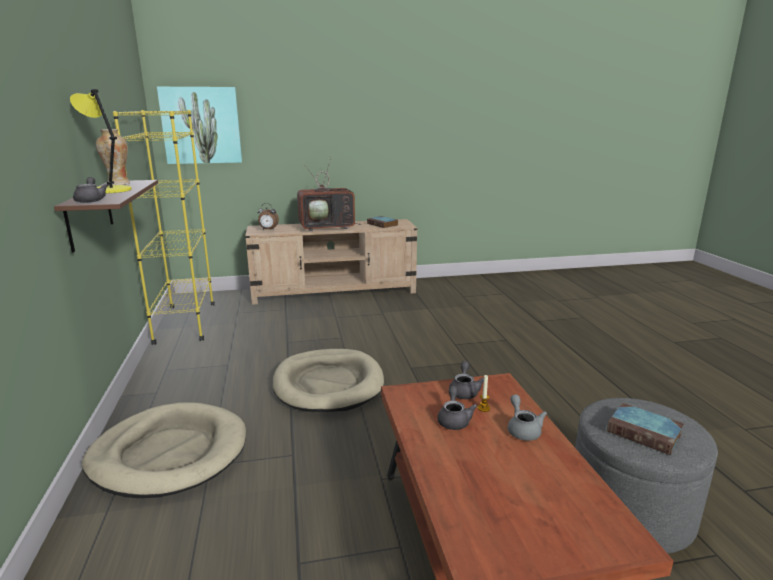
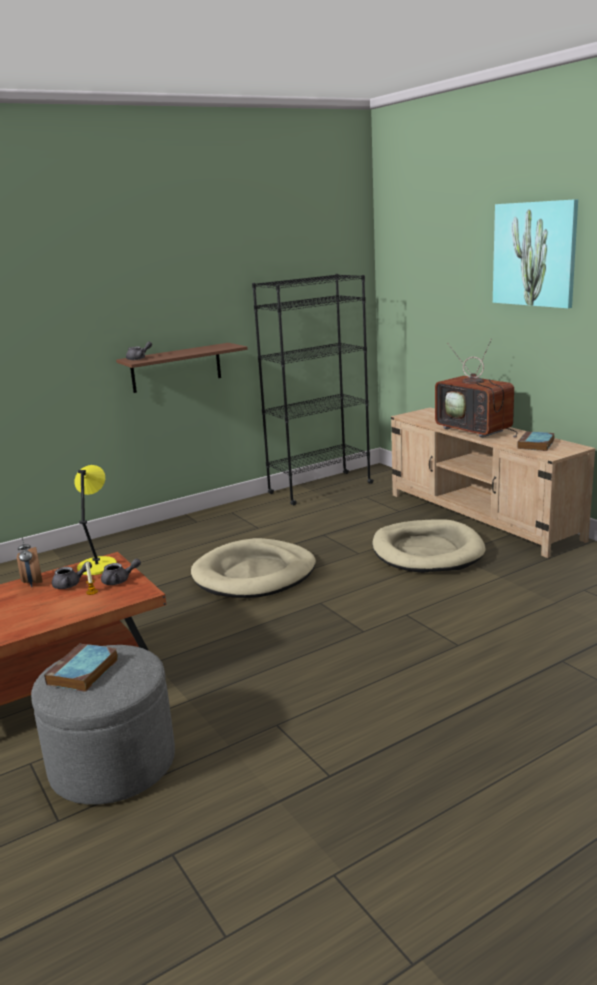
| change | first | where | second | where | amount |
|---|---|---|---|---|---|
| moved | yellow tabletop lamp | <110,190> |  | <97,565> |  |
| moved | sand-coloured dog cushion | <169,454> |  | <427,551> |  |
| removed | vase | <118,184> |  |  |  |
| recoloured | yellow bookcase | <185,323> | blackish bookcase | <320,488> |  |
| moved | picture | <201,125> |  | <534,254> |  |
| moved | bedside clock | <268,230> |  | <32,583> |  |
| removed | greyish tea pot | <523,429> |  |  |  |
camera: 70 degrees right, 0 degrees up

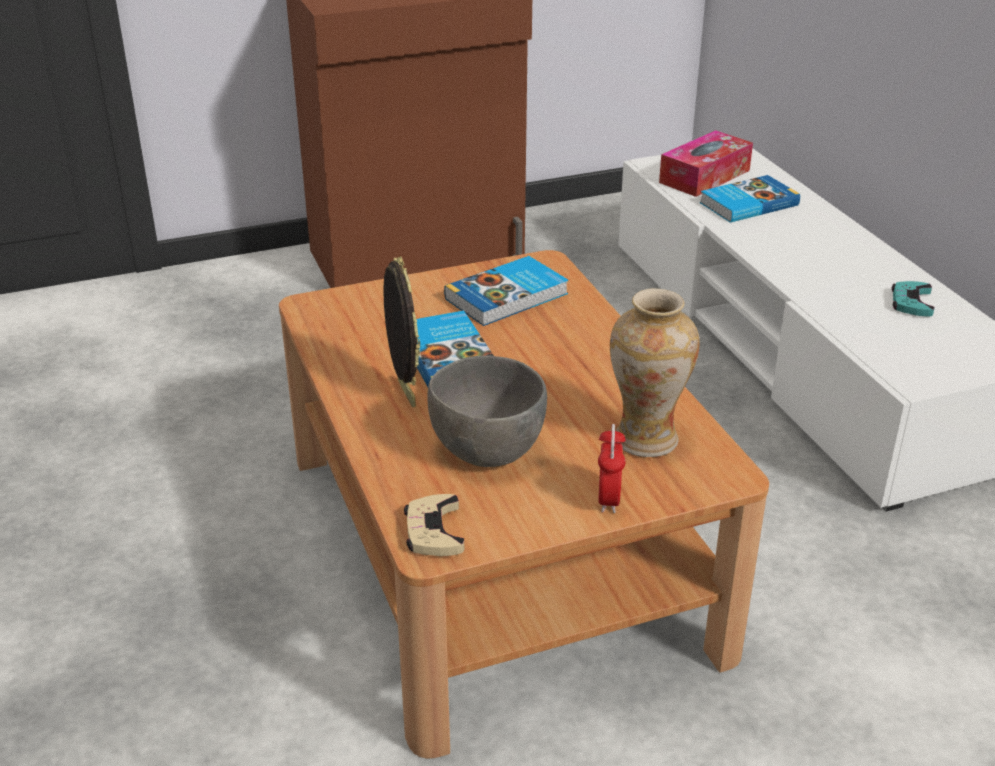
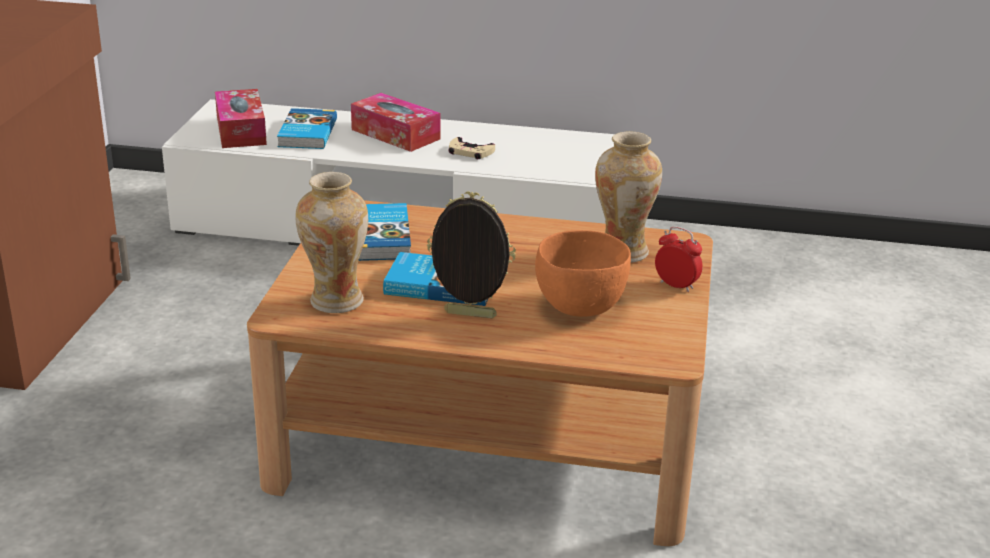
| change | first | where | second | where | amount |
|---|---|---|---|---|---|
| moved | sand-coloured gamepad | <433,531> |  | <470,152> |  |
| recoloured | greyish bowl | <486,450> | orange bowl | <579,308> |  |
| removed | turquoise-coloured gamepad | <911,303> |  |  |  |
| added |  |  | vase | <336,301> |  |
| added |  |  | tissue holder | <395,134> |  |
camera: 60 degrees left, 5 degrees down

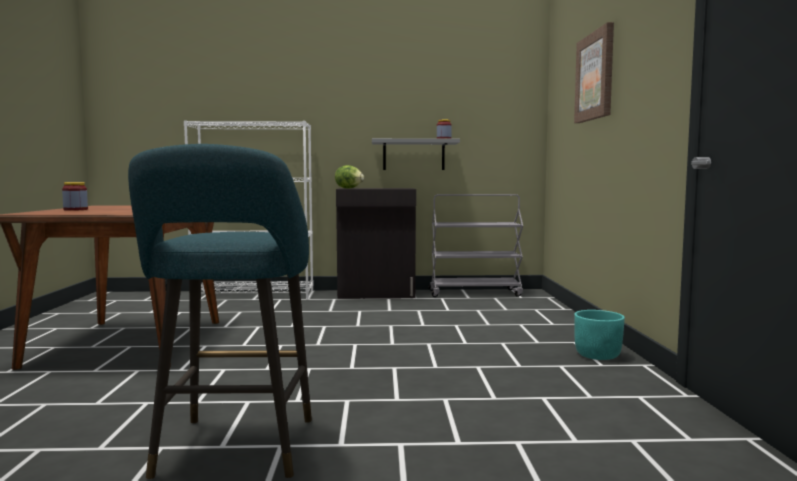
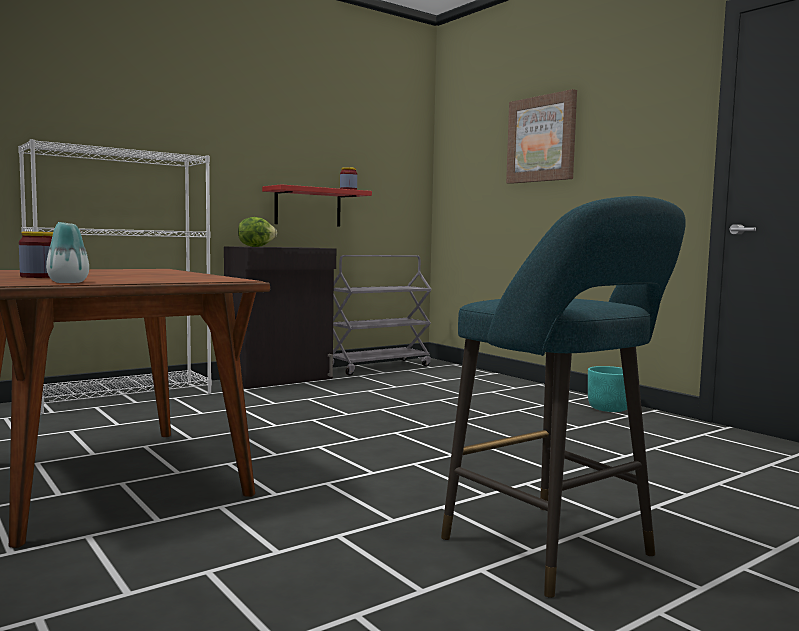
| change | first | where | second | where | amount |
|---|---|---|---|---|---|
| recoloured | greyish shelf | <413,155> | red-coloured shelf | <308,207> |  |
| added |  |  | vase | <68,282> |  |
camera: 35 degrees left, 0 degrees up

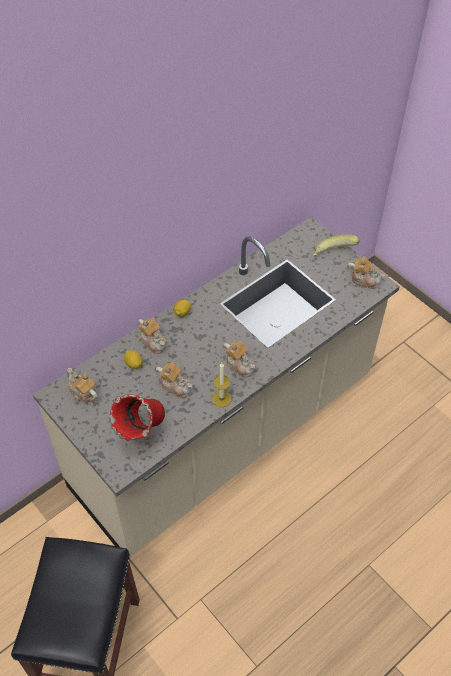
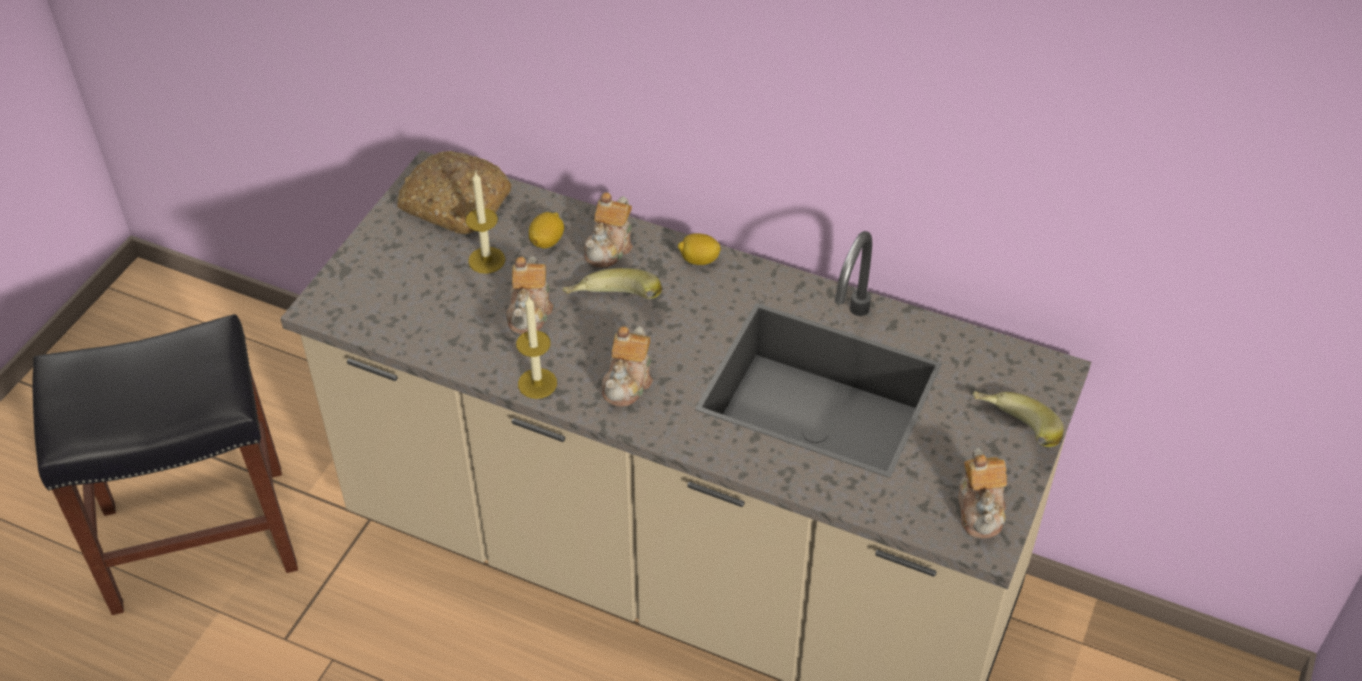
| change | first | where | second | where | amount |
|---|---|---|---|---|---|
| replaced | tea pot | <83,392> | bread | <454,204> |  |
| removed | red-coloured vase | <142,435> |  |  |  |
| added |  |  | wax light | <486,260> |  |
| added |  |  | banana | <613,307> |  |
camera: 65 degrees right, 5 degrees down

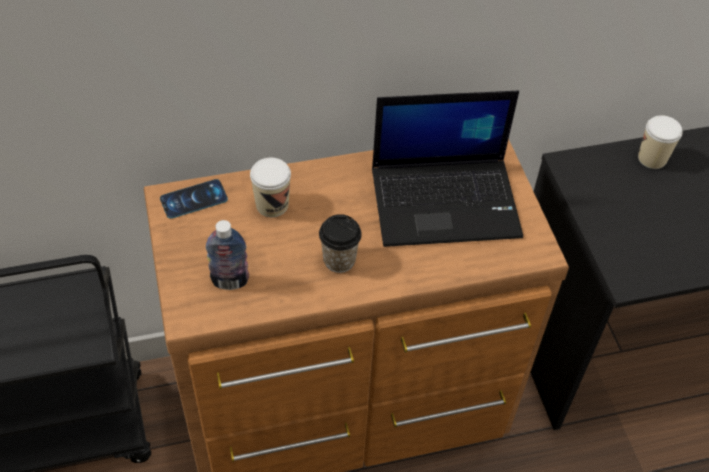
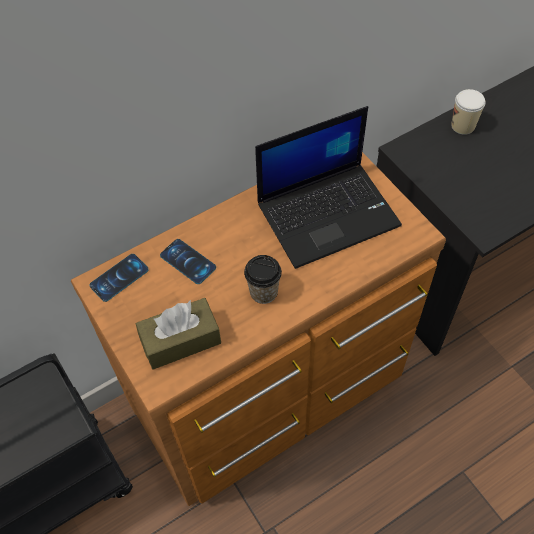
| change | first | where | second | where | amount |
|---|---|---|---|---|---|
| replaced | beverage bottle | <230,281> | brown tissue holder | <181,340> |  |
| replaced | small cup | <272,205> | handset | <188,261> |  |
camera: 15 degrees left, 5 degrees up

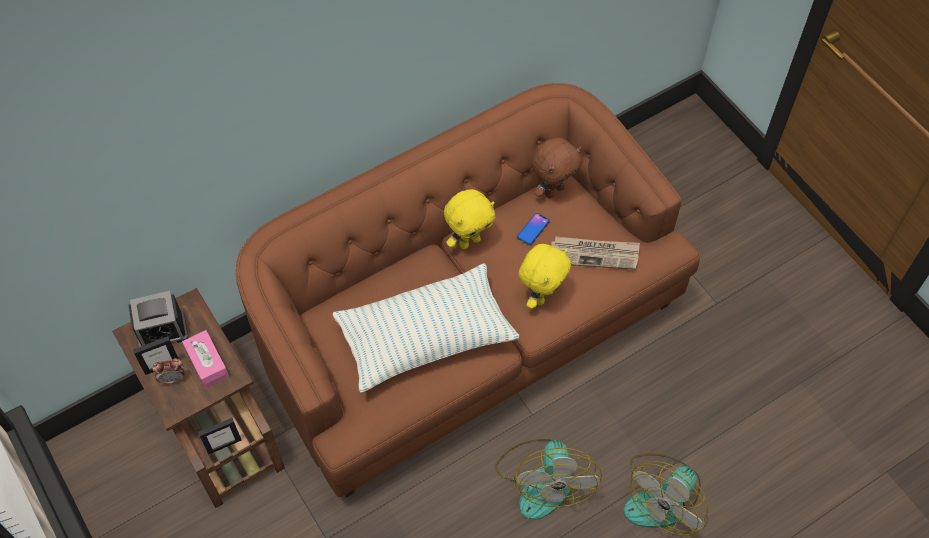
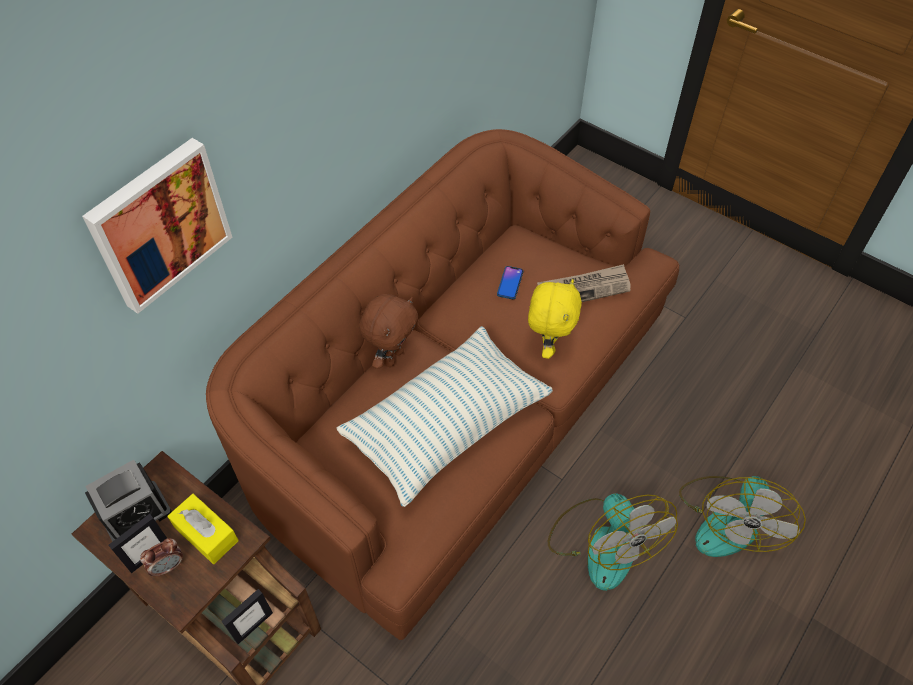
| change | first | where | second | where | amount |
|---|---|---|---|---|---|
| recoloured | pink-coloured tissue holder | <207,363> | yellow tissue holder | <206,534> |  |
| removed | yellow cuddly toy | <469,241> |  |  |  |
| moved | brown cuddly toy | <553,190> |  | <392,357> |  |
| added |  |  | picture | <158,224> |  |
camera: 20 degrees left, 5 degrees down

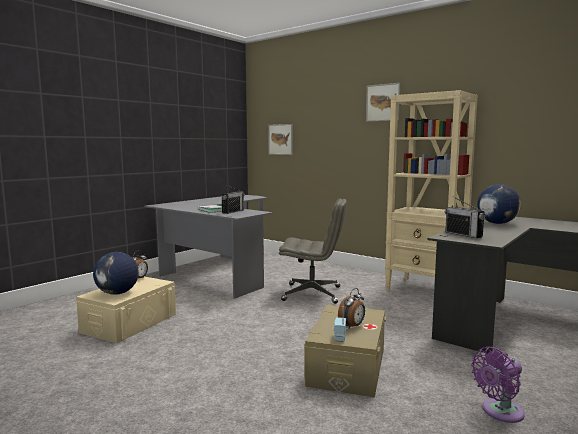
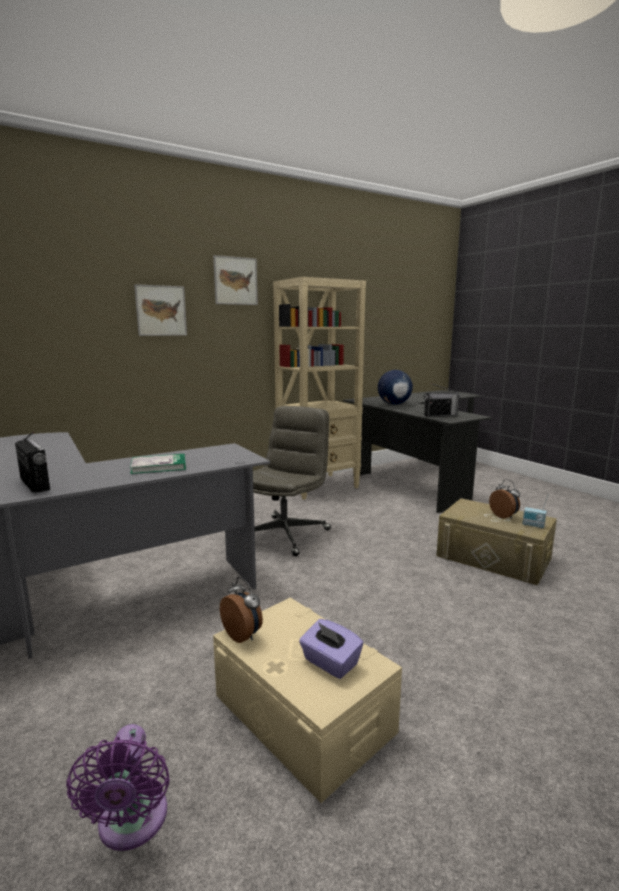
| change | first | where | second | where | amount |
|---|---|---|---|---|---|
| replaced | desk globe | <117,293> | purple-coloured tissue holder | <330,663> |  |
| moved | radio set | <233,211> |  | <35,484> |  |
| moved | picture | <280,139> |  | <161,310> |  |
| moved | purple-coloured electric fan | <499,412> |  | <131,824> |  |
camera: 70 degrees left, 5 degrees up

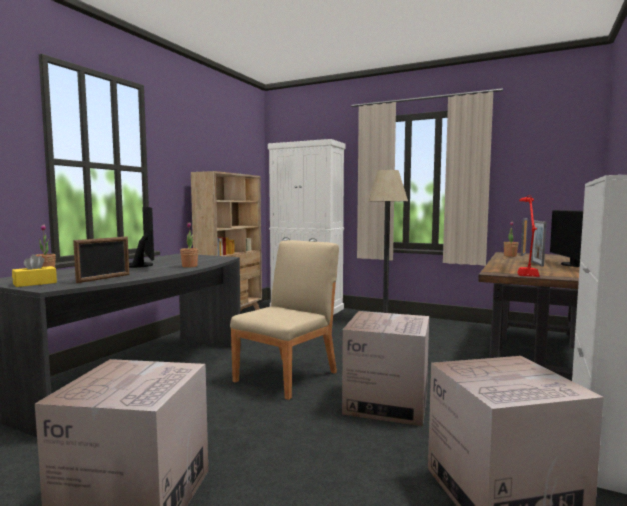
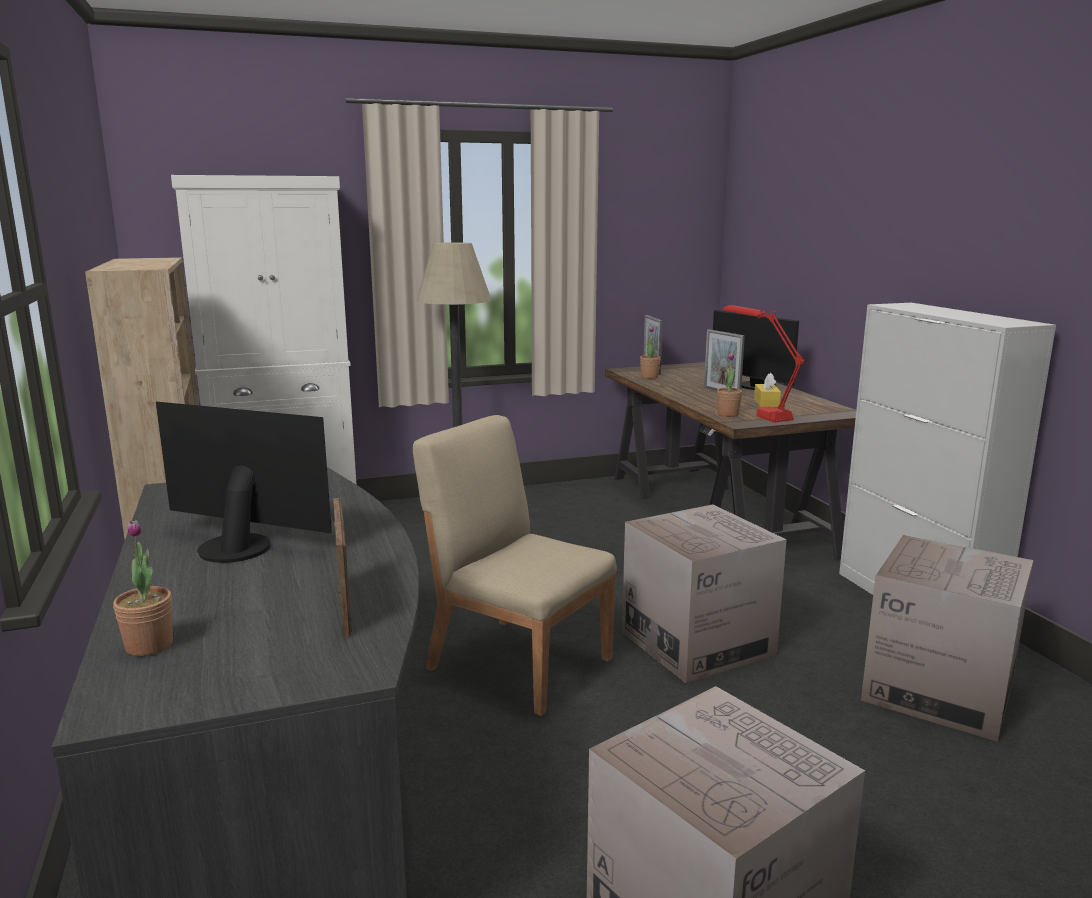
| change | first | where | second | where | amount |
|---|---|---|---|---|---|
| moved | yellow tissue holder | <35,283> |  | <766,403> |  |
| moved | houseplant | <189,266> |  | <728,414> |  |
| turned | sand-coloured plain chair | <287,376> |  | <518,662> | 45 degrees counterclockwise |
camera: 45 degrees left, 10 degrees up

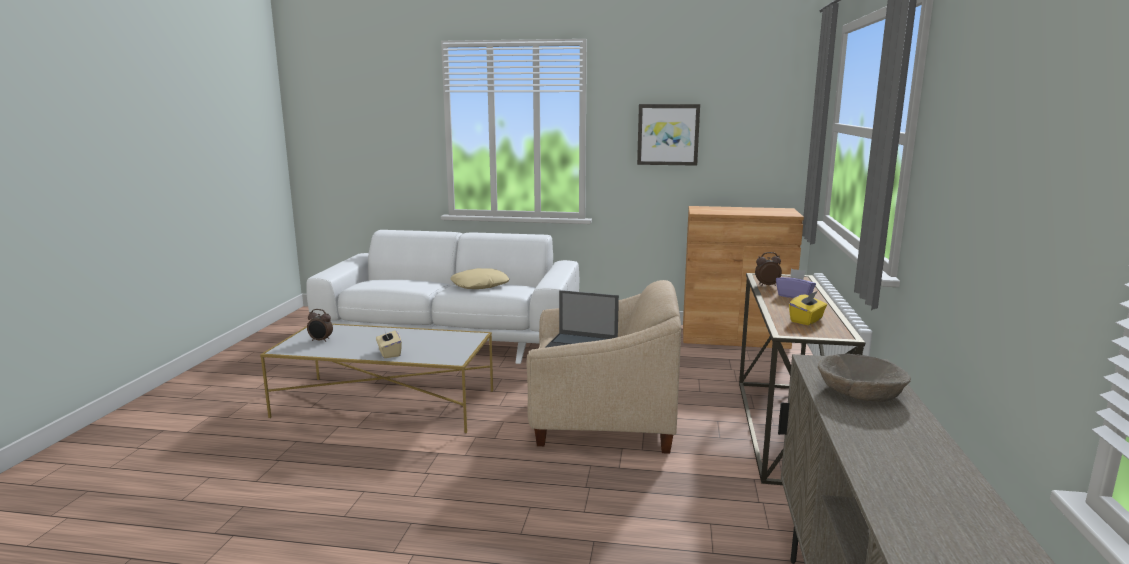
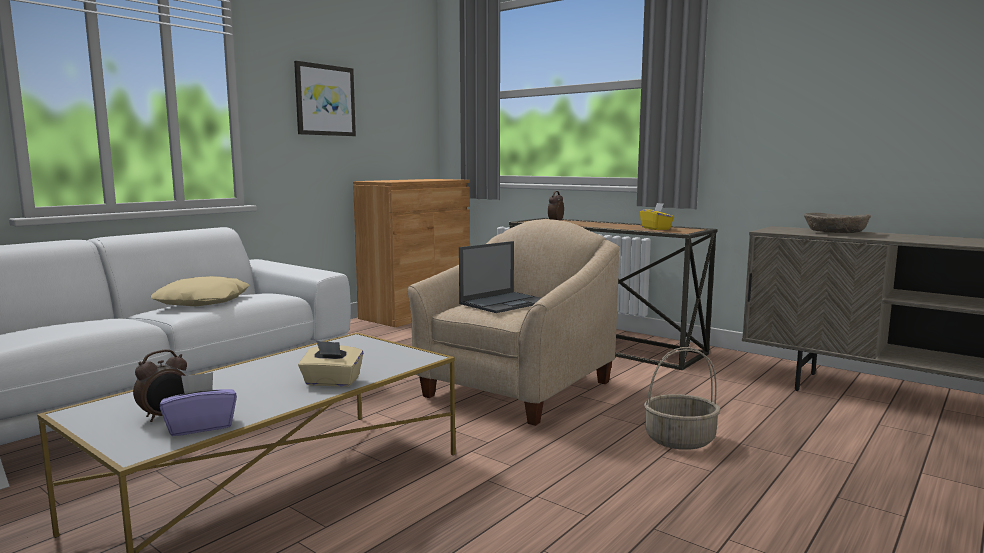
| change | first | where | second | where | amount |
|---|---|---|---|---|---|
| moved | purple-coloured tissue holder | <794,296> |  | <201,426> |  |
| added |  |  | household basket | <680,440> |  |
camera: 60 degrees left, 5 degrees down

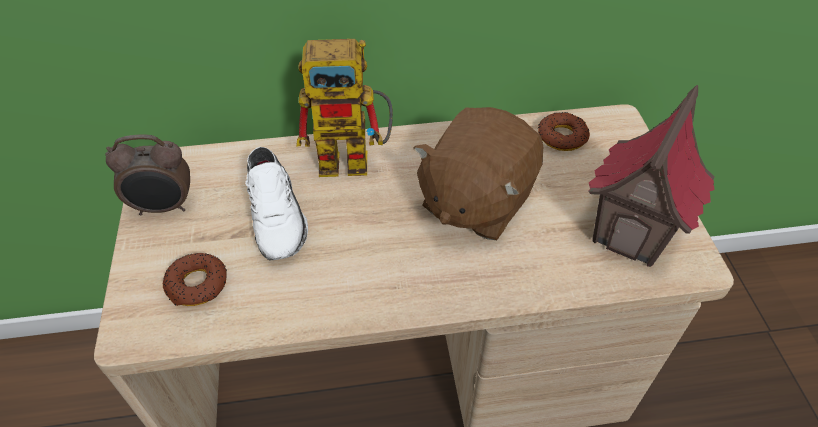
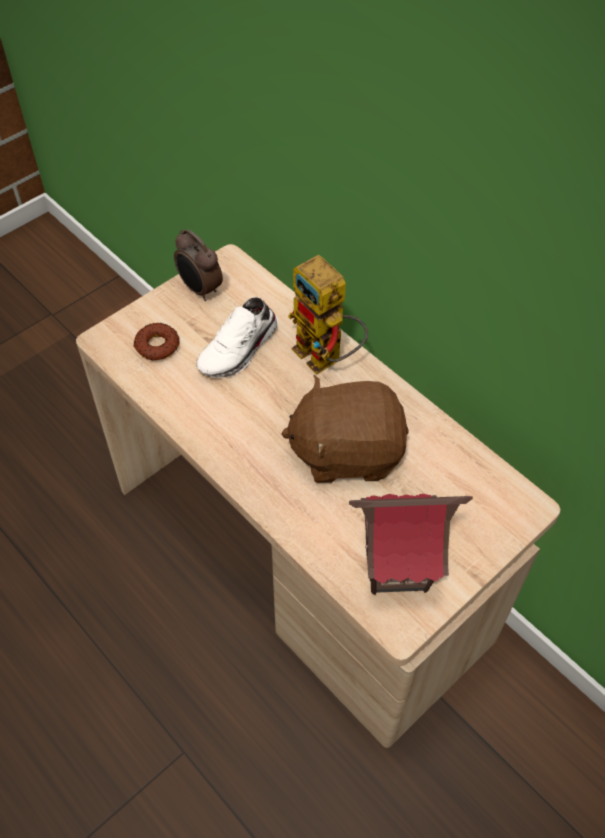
| change | first | where | second | where | amount |
|---|---|---|---|---|---|
| removed | donut | <562,136> |  |  |  |
camera: 55 degrees right, 5 degrees up

